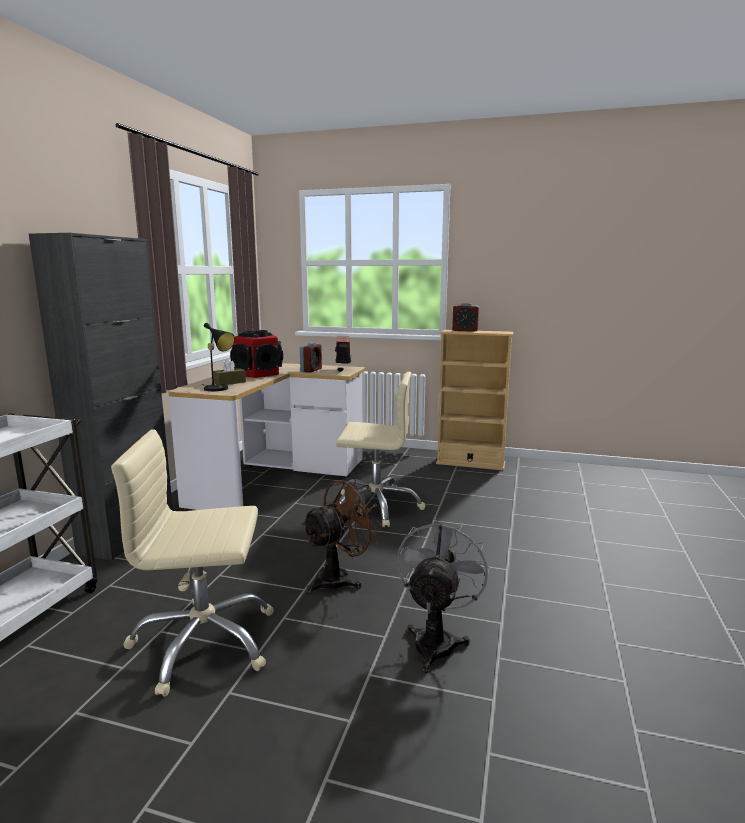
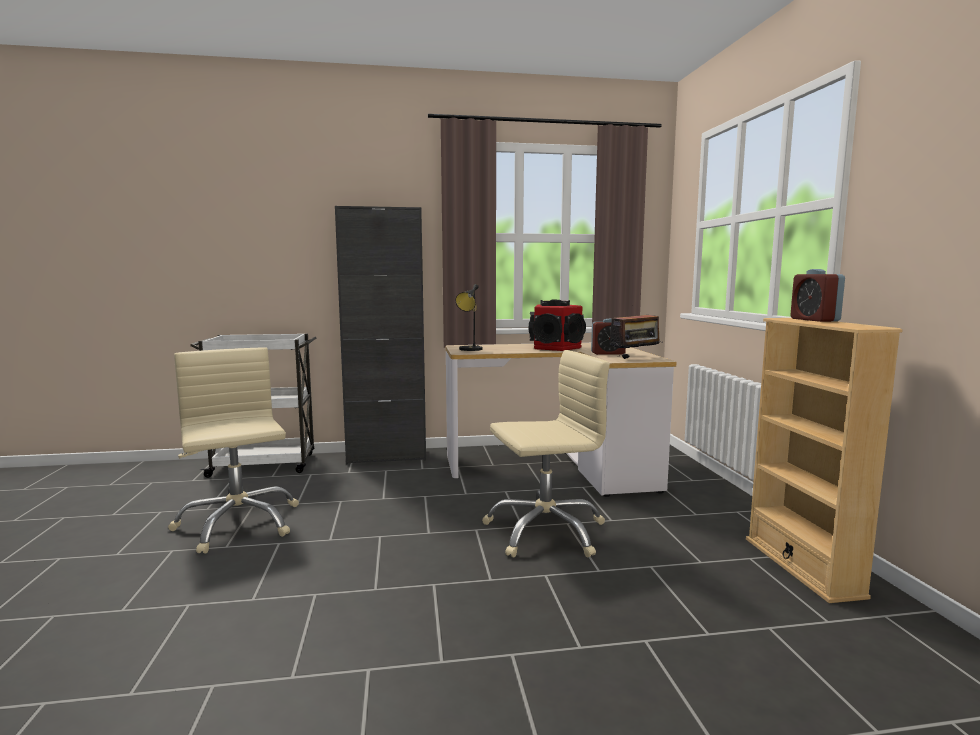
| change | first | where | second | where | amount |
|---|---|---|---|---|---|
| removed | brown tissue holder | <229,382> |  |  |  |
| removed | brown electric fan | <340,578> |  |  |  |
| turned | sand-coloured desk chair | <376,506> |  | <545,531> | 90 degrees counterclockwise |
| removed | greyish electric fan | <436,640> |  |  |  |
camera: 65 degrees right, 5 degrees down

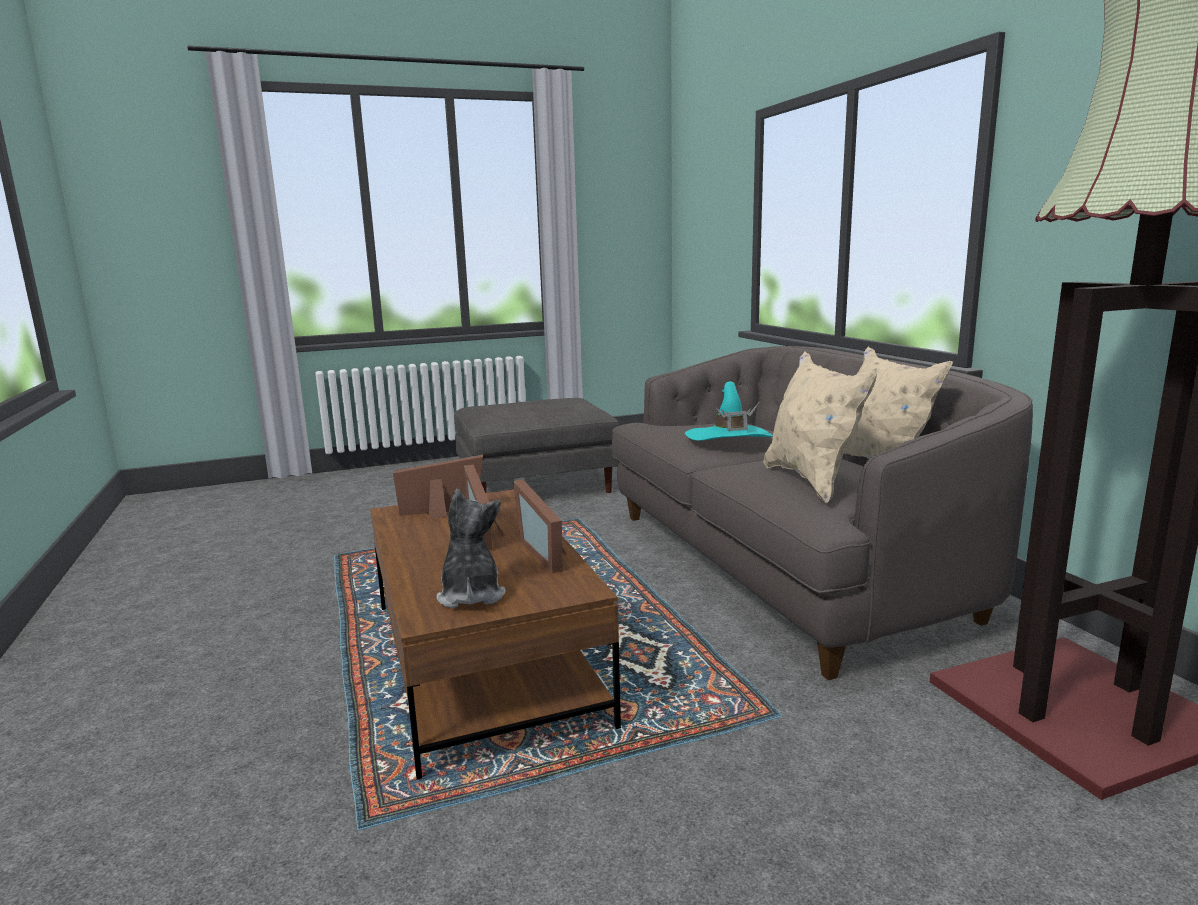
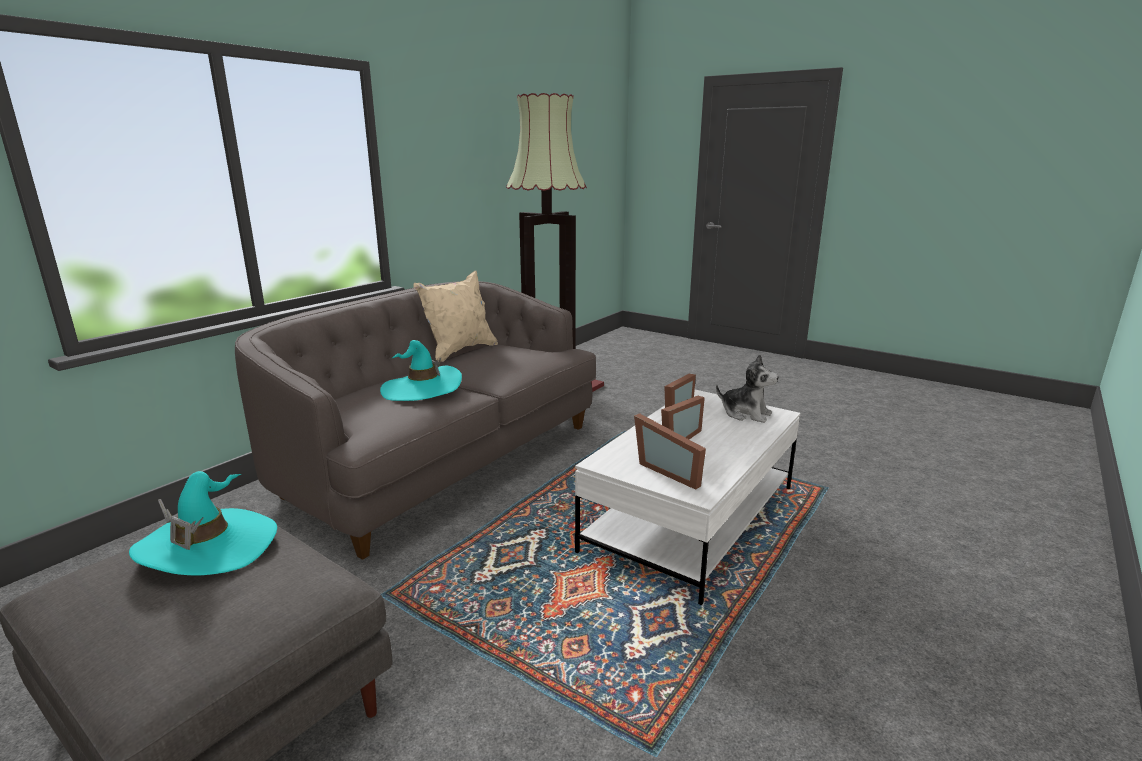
| change | first | where | second | where | amount |
|---|---|---|---|---|---|
| recoloured | brown coffee table | <484,660> | white-coloured coffee table | <691,518> |  |
| turned | cuddly toy | <471,595> |  | <746,414> | 105 degrees counterclockwise |
| removed | sand-coloured pillow | <811,481> |  |  |  |
| added |  |  | turquoise-coloured clothing hat | <209,546> |  |
camera: 125 degrees left, 5 degrees up

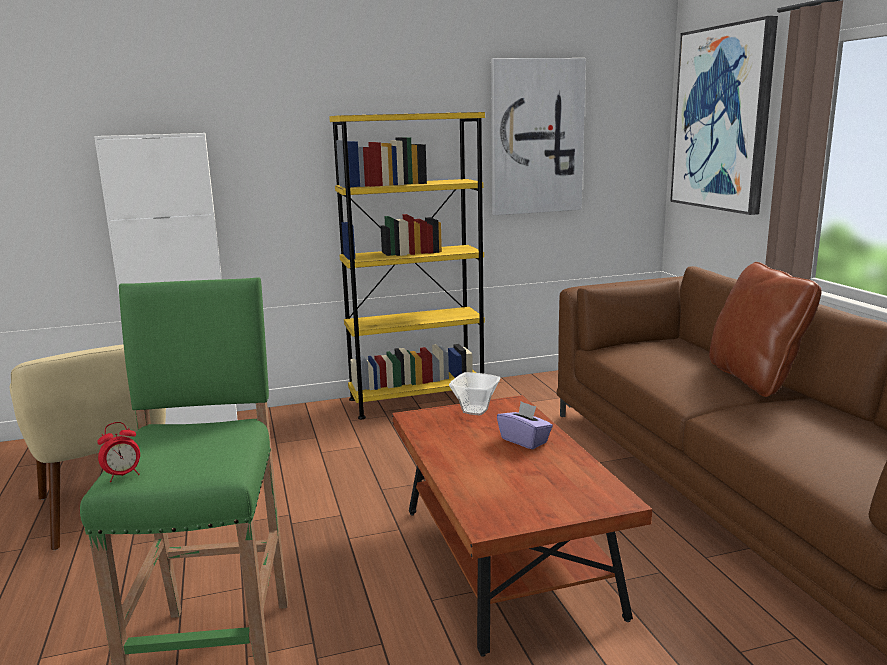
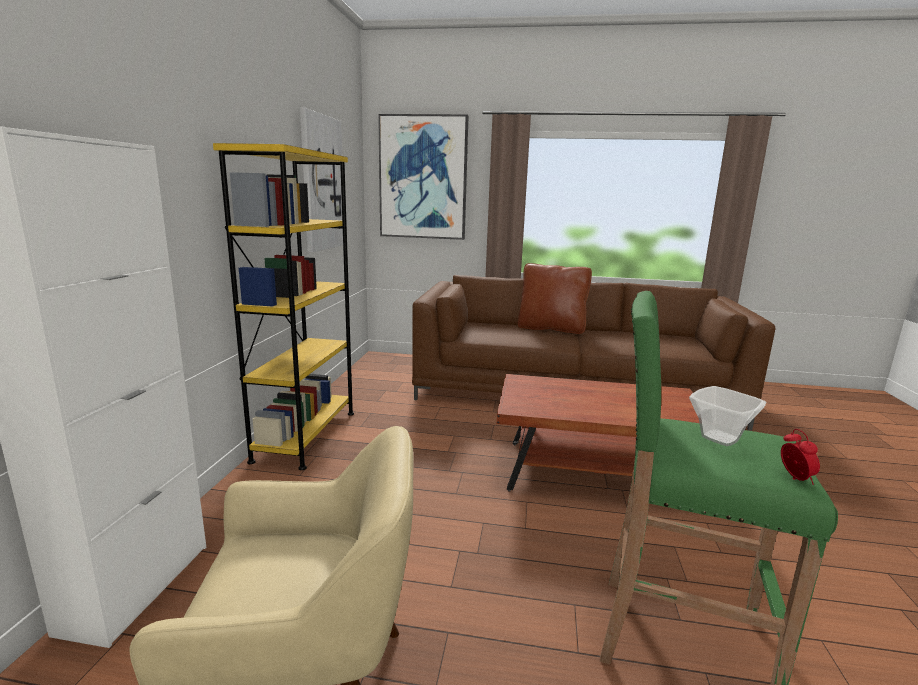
| change | first | where | second | where | amount |
|---|---|---|---|---|---|
| moved | bowl | <474,411> |  | <720,439> |  |
| removed | purple-coloured tissue holder | <524,440> |  |  |  |
camera: 65 degrees left, 0 degrees up

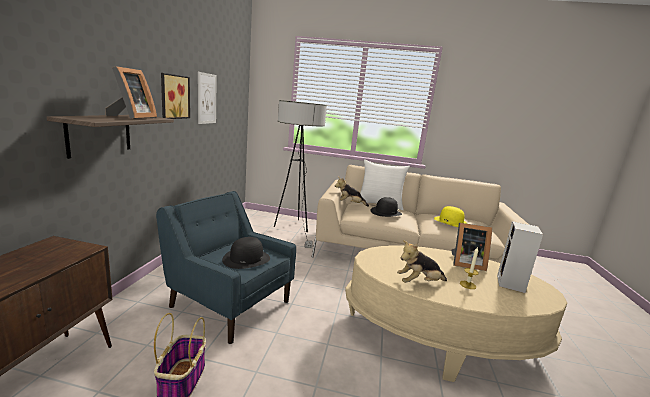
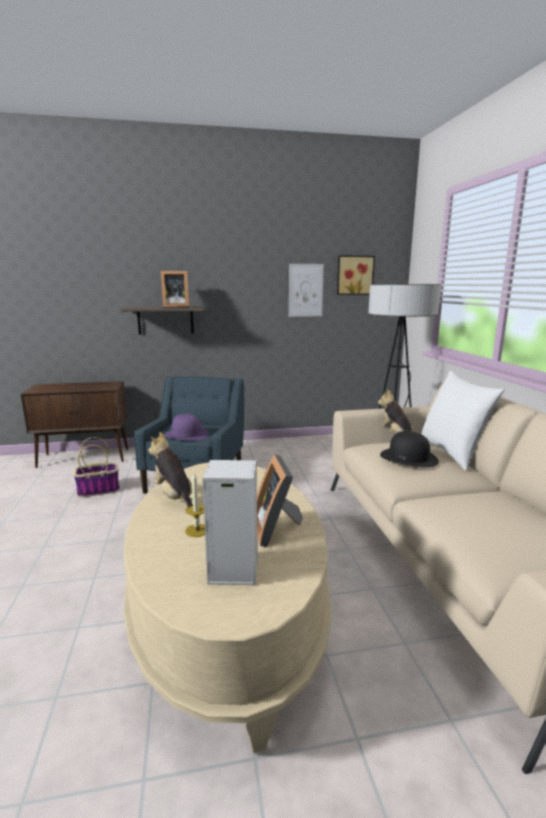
| change | first | where | second | where | amount |
|---|---|---|---|---|---|
| moved | picture | <173,96> |  | <354,275> |  |
| recoloured | blackish clothing hat | <246,259> | purple-coloured clothing hat | <186,434> |  |
| removed | yellow clothing hat | <451,222> |  |  |  |
camera: 70 degrees right, 0 degrees up

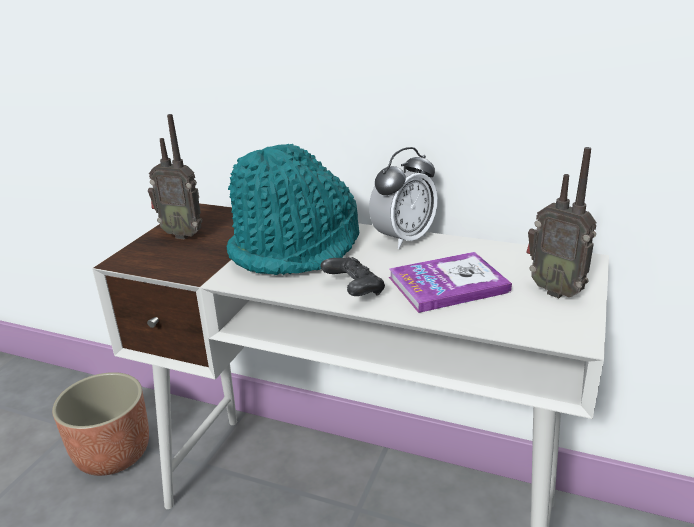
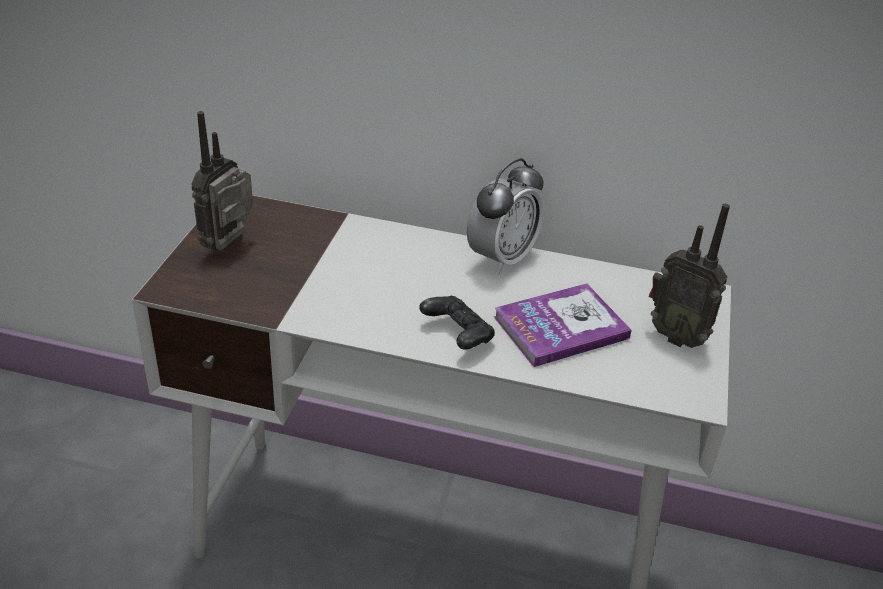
| change | first | where | second | where | amount |
|---|---|---|---|---|---|
| removed | plant pot | <113,453> |  |  |  |
| turned | radio set | <183,234> |  | <230,246> | 105 degrees clockwise |
| removed | turquoise-coloured clothing hat | <296,249> |  |  |  |
camera: 10 degrees left, 10 degrees up

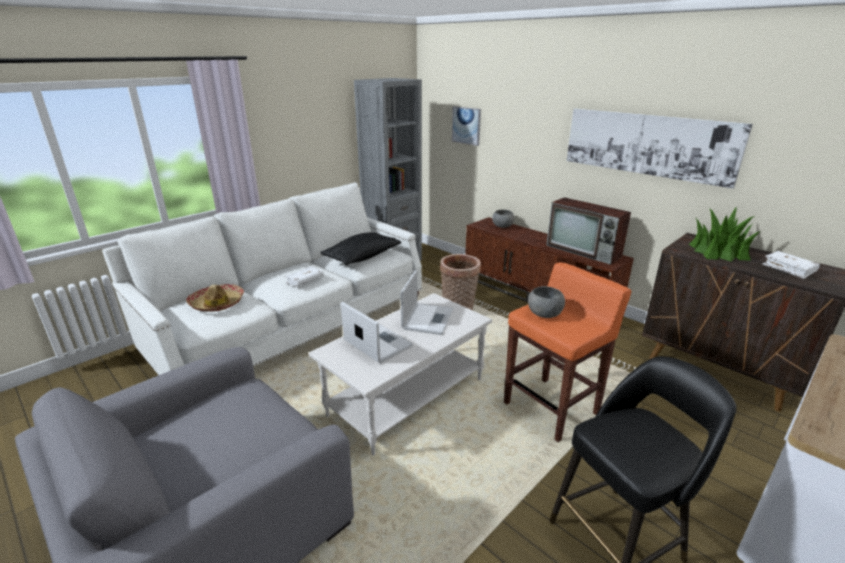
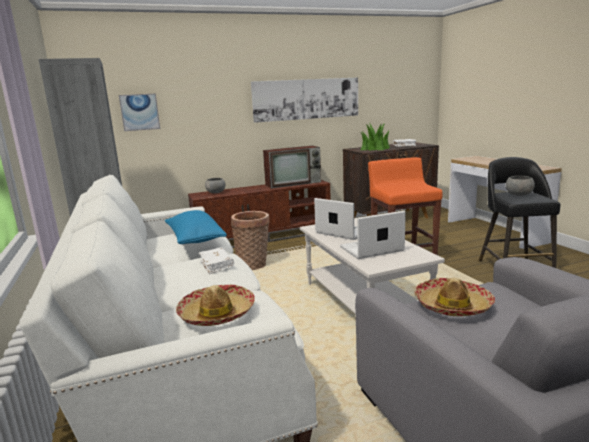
| change | first | where | second | where | amount |
|---|---|---|---|---|---|
| recoloured | blackish pillow | <362,257> | blue pillow | <195,239> |  |
| moved | greyish bowl | <545,314> |  | <519,195> |  |
| added |  |  | clothing hat | <453,305> |  |
camera: 65 degrees left, 10 degrees down

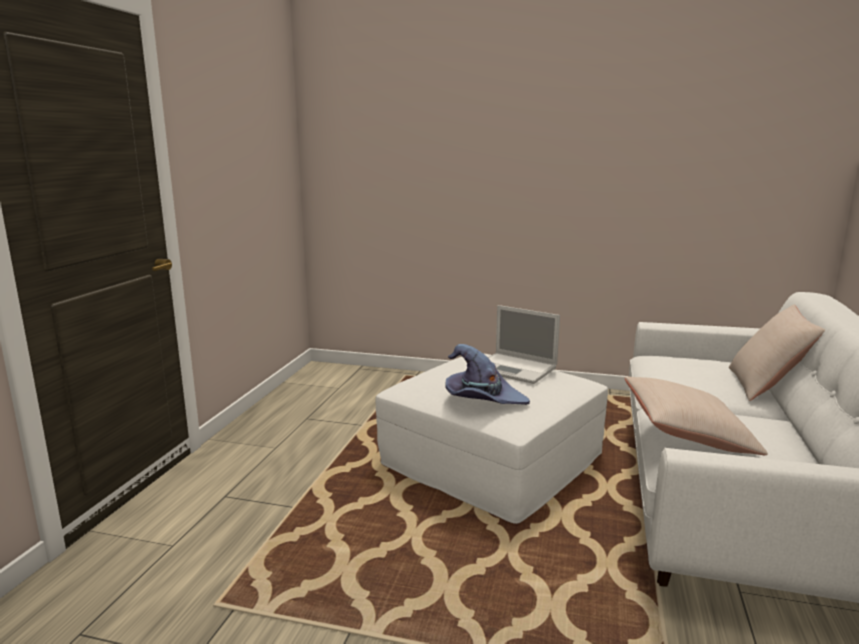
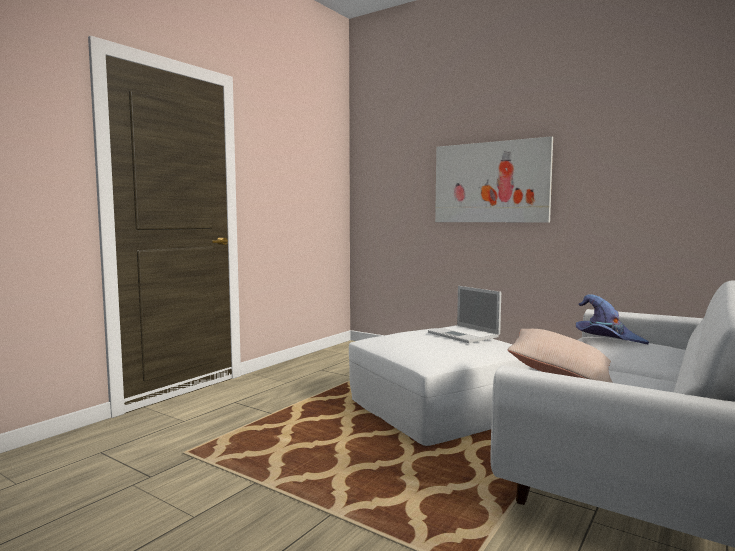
| change | first | where | second | where | amount |
|---|---|---|---|---|---|
| moved | purple-coloured clothing hat | <482,398> |  | <607,339> |  |
| removed | sand-coloured pillow | <766,386> |  |  |  |
| added |  |  | picture | <491,182> |  |
camera: 20 degrees right, 10 degrees down

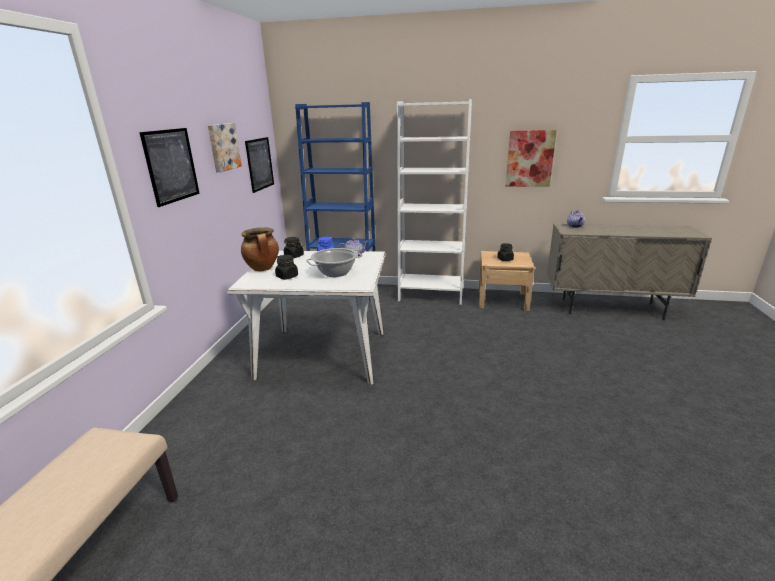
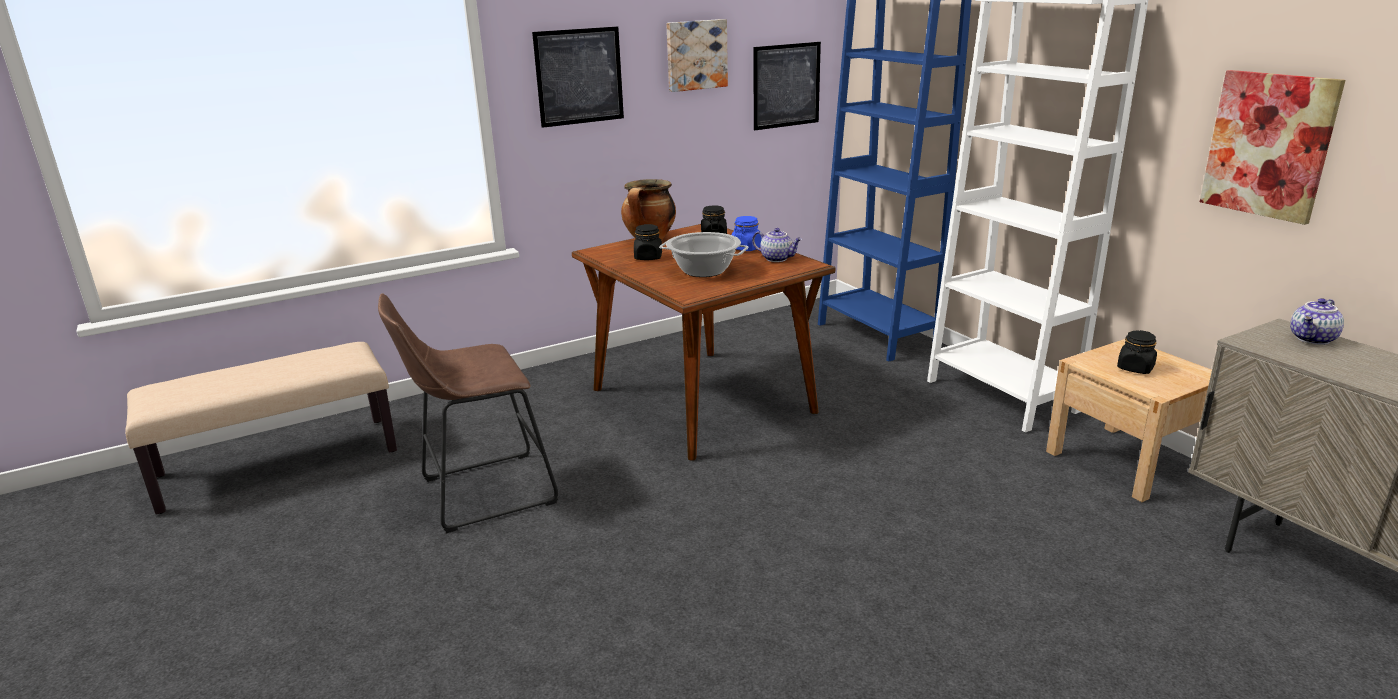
| change | first | where | second | where | amount |
|---|---|---|---|---|---|
| recoloured | white-coloured dinner table | <323,354> | brown dinner table | <703,401> |  |
| added |  |  | brown sitting stool | <480,493> |  |
camera: 50 degrees right, 0 degrees up

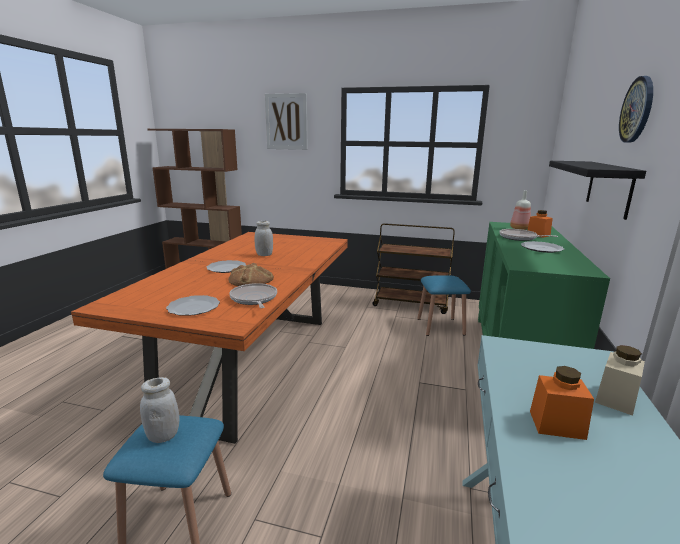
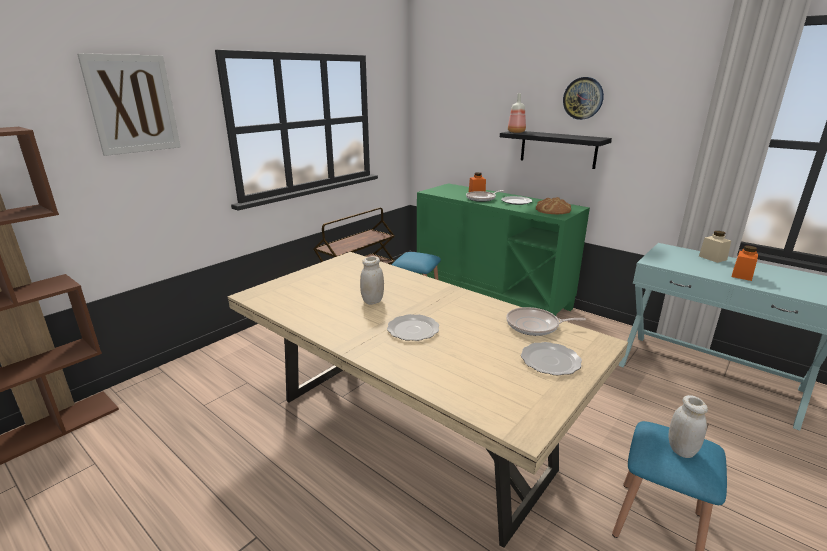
| change | first | where | second | where | amount |
|---|---|---|---|---|---|
| recoloured | orange dinner table | <253,364> | sand-coloured dinner table | <411,433> |  |
| moved | bread | <250,280> |  | <553,210> |  |
| moved | beverage bottle | <520,229> |  | <516,132> |  |
camera: 65 degrees left, 5 degrees up

